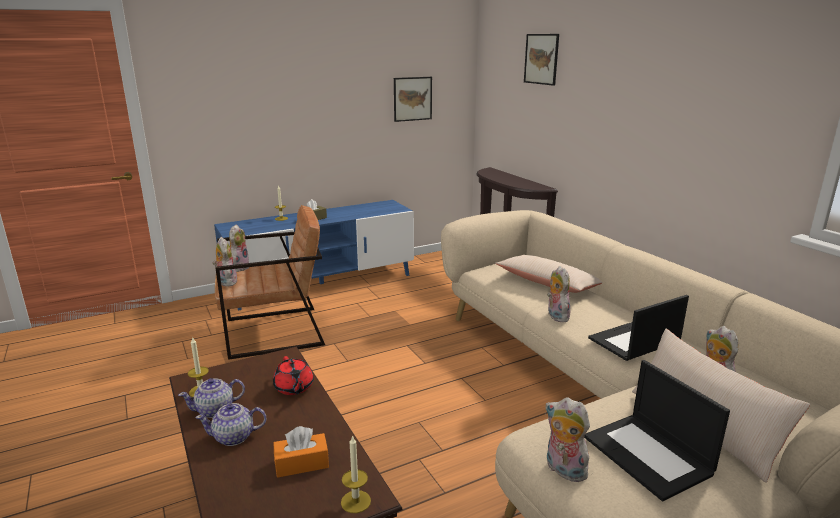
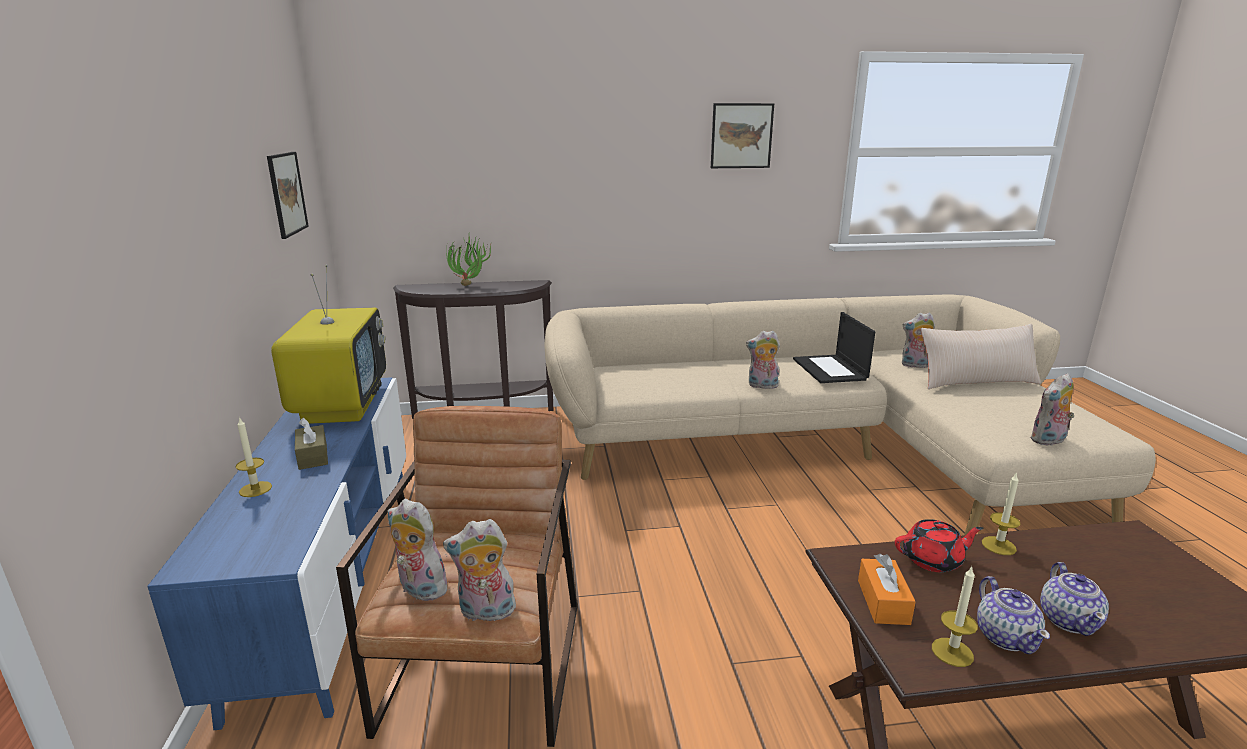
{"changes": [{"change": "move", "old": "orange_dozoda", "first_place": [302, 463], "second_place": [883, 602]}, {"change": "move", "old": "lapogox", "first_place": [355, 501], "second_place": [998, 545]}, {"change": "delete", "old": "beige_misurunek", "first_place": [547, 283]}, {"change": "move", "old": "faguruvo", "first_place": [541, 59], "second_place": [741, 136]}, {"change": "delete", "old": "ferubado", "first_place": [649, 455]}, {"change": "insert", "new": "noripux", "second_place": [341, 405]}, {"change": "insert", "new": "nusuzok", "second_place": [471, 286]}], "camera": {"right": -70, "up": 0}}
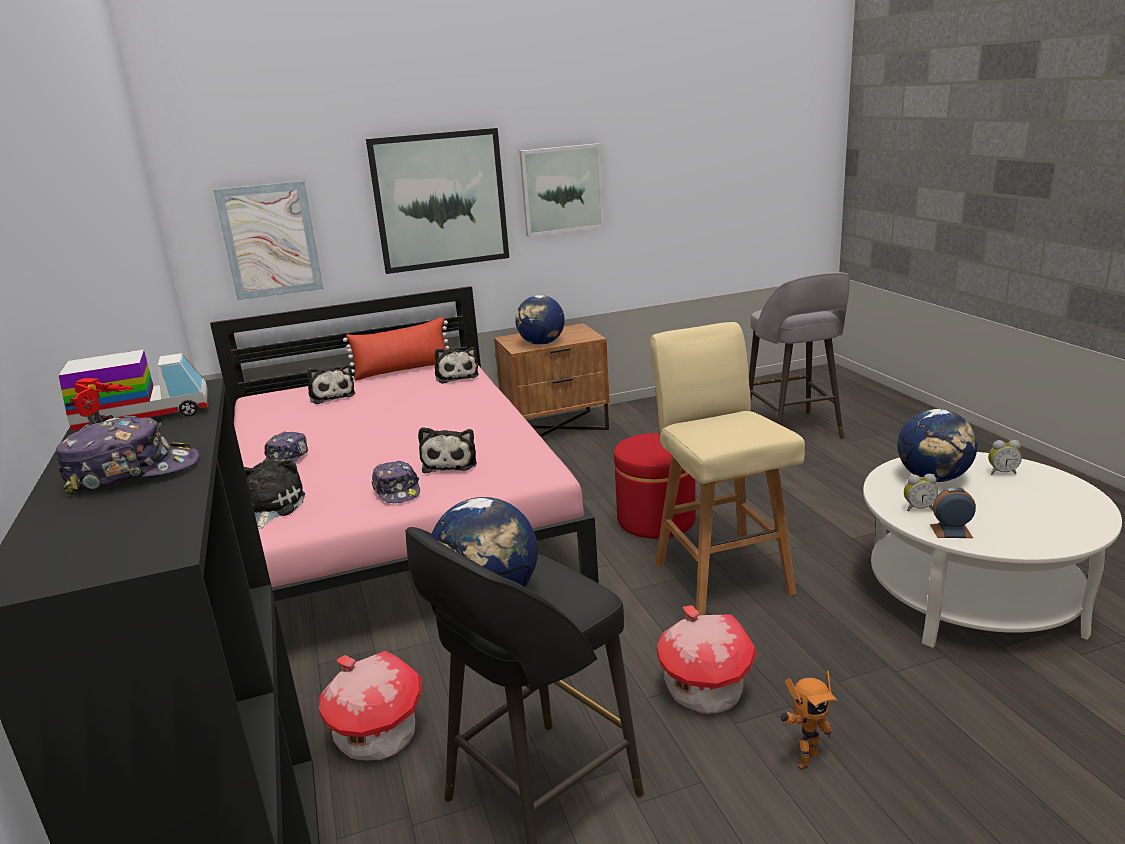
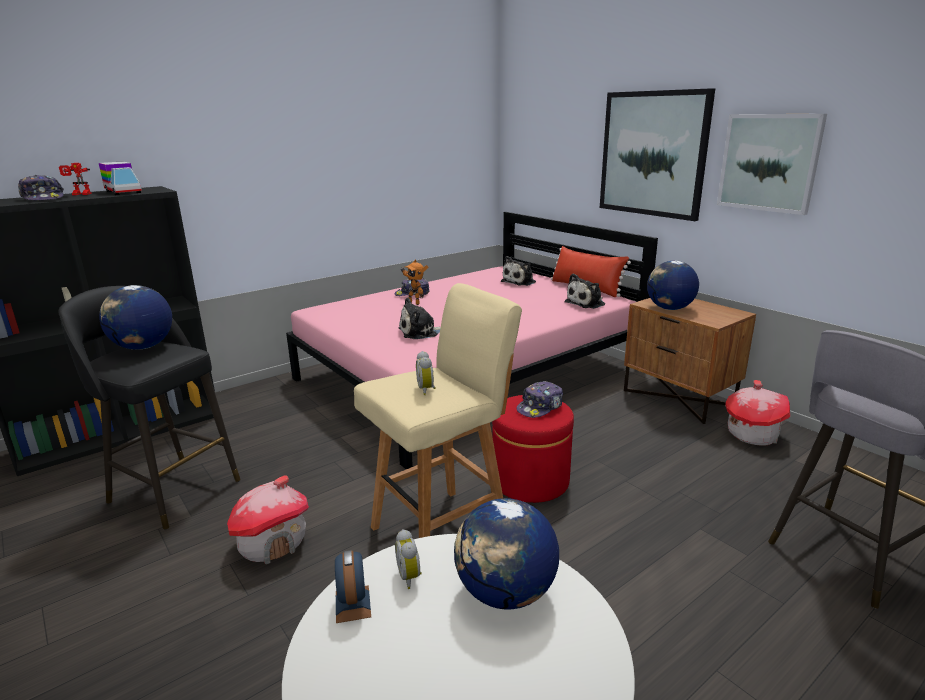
{"changes": [{"change": "delete", "old": "faguruvo", "first_place": [270, 240]}, {"change": "delete", "old": "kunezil", "first_place": [271, 507]}, {"change": "move", "old": "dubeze", "first_place": [376, 735], "second_place": [752, 434]}, {"change": "move", "old": "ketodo", "first_place": [397, 491], "second_place": [540, 407]}, {"change": "move", "old": "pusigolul", "first_place": [803, 759], "second_place": [414, 303]}, {"change": "move", "old": "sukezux", "first_place": [1001, 472], "second_place": [427, 389]}], "camera": {"right": 70, "up": 0}}
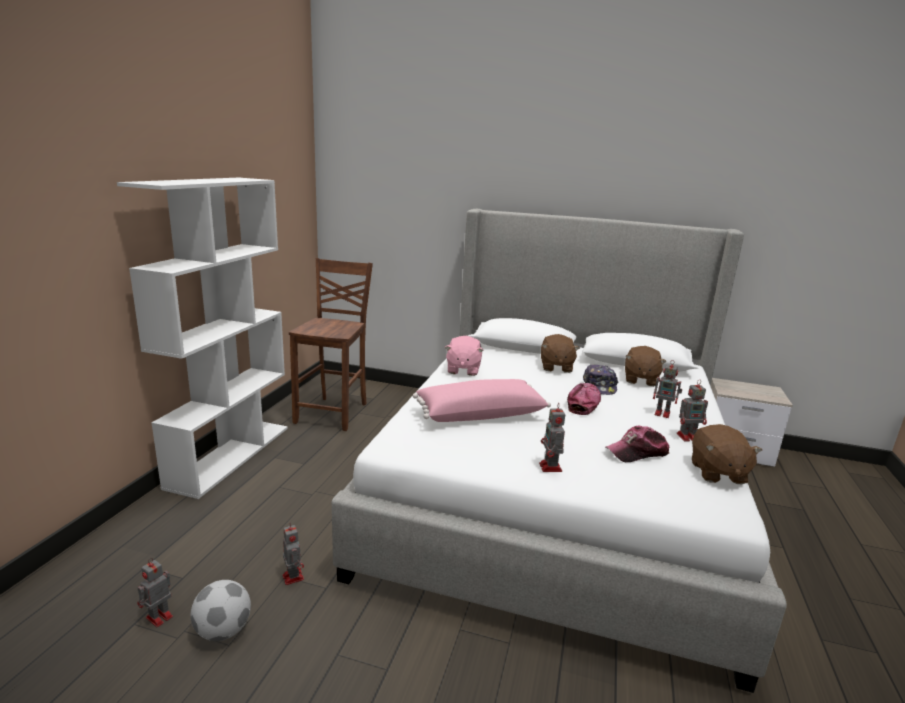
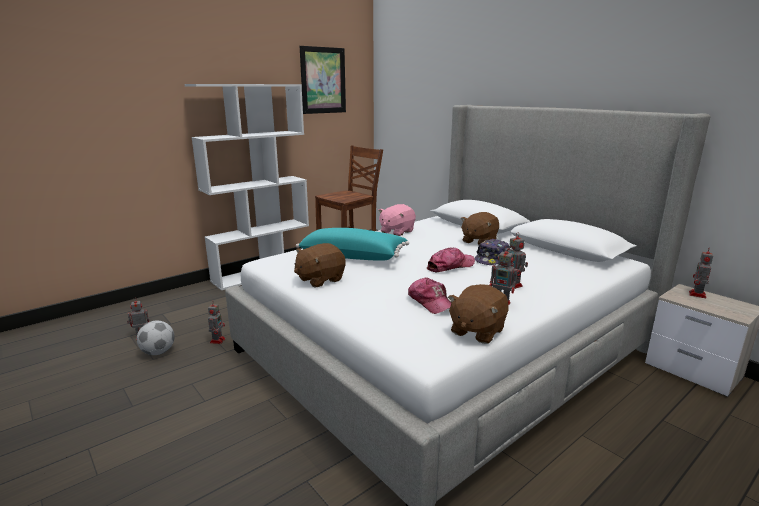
{"changes": [{"change": "recolor", "old": "pink_misurunek", "new": "turquoise_misurunek", "first_place": [479, 414], "second_place": [353, 256]}, {"change": "move", "old": "pusigolul", "first_place": [550, 468], "second_place": [697, 295]}, {"change": "rotate", "old": "ketodo", "first_place": [637, 452], "second_place": [431, 302], "degrees": -135}, {"change": "move", "old": "brown_kunezil", "first_place": [640, 379], "second_place": [320, 279]}, {"change": "insert", "new": "faguruvo", "second_place": [323, 80]}], "camera": {"right": 35, "up": 0}}
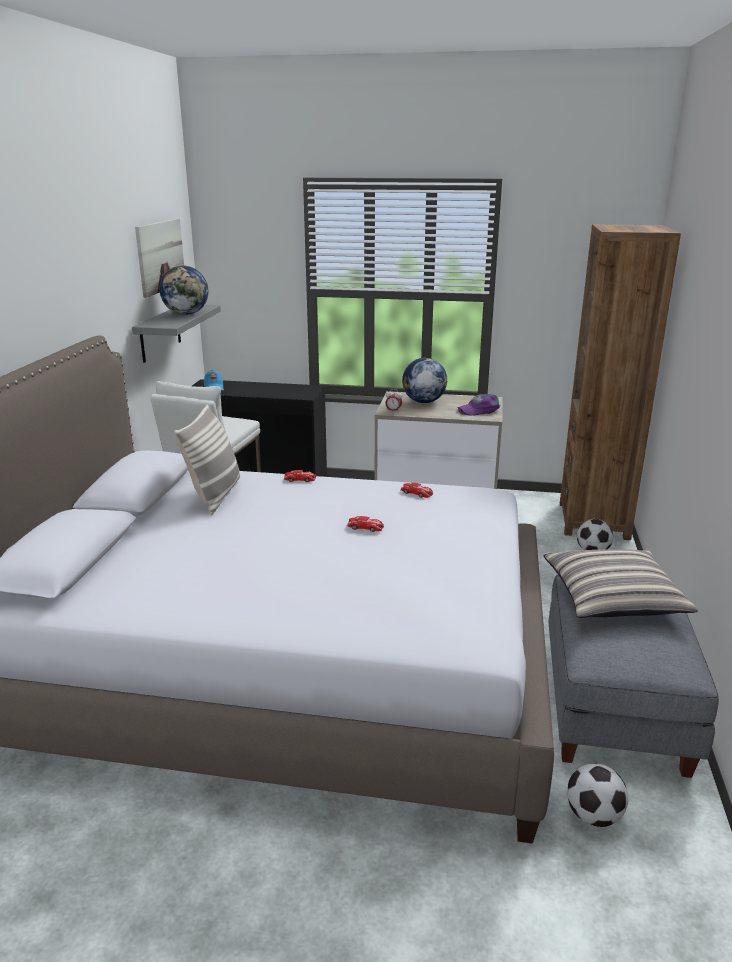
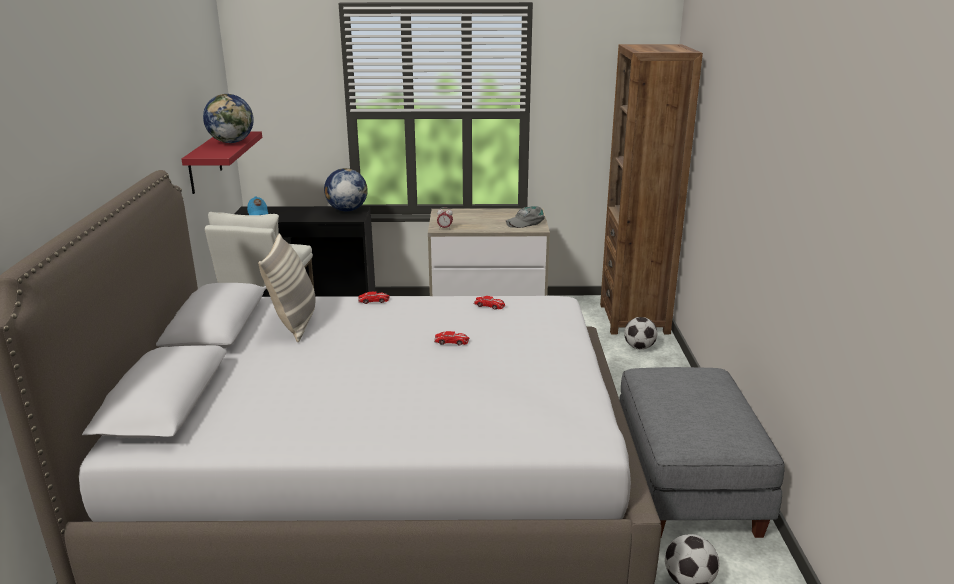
{"changes": [{"change": "recolor", "old": "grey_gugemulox", "new": "red_gugemulox", "first_place": [160, 333], "second_place": [204, 162]}, {"change": "delete", "old": "faguruvo", "first_place": [160, 256]}, {"change": "move", "old": "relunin", "first_place": [423, 402], "second_place": [347, 210]}, {"change": "recolor", "old": "purple_ketodo", "new": "grey_ketodo", "first_place": [479, 410], "second_place": [525, 222]}, {"change": "delete", "old": "misurunek", "first_place": [613, 597]}], "camera": {"right": -10, "up": 0}}
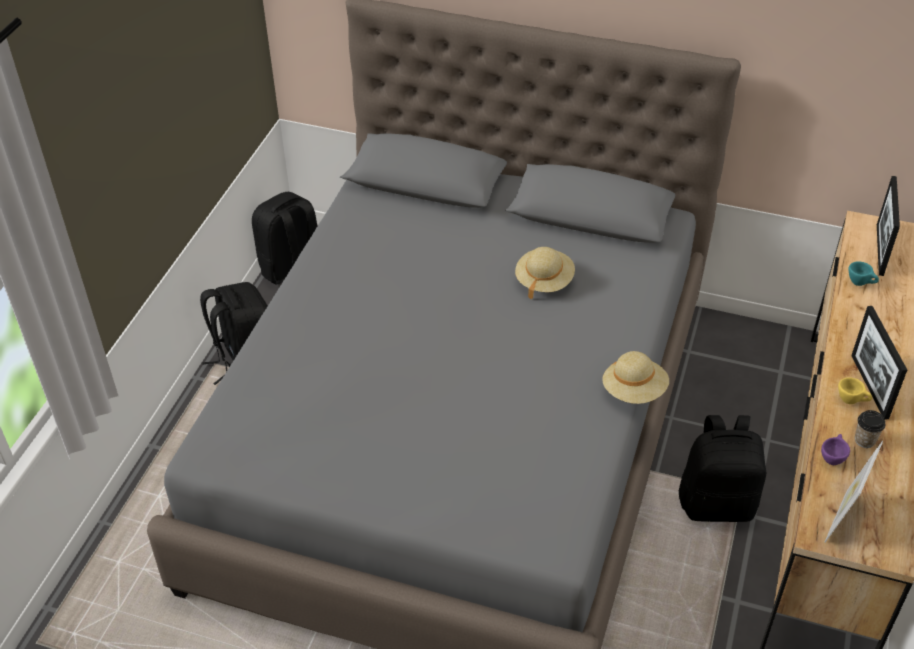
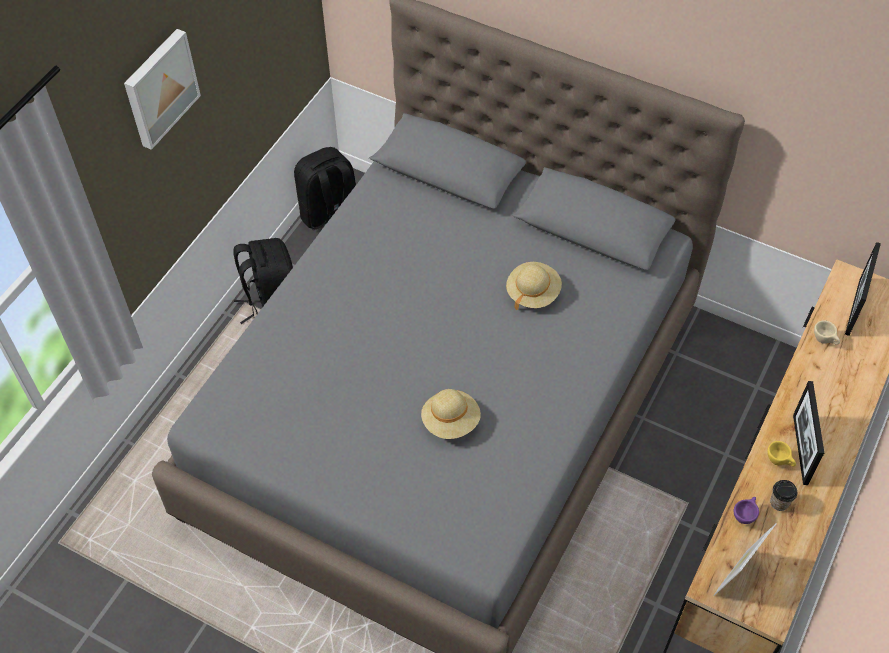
{"changes": [{"change": "move", "old": "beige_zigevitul", "first_place": [634, 391], "second_place": [451, 421]}, {"change": "delete", "old": "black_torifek", "first_place": [717, 503]}, {"change": "recolor", "old": "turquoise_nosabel", "new": "beige_nosabel", "first_place": [860, 283], "second_place": [824, 340]}, {"change": "insert", "new": "faguruvo", "second_place": [159, 88]}], "camera": {"right": 10, "up": 10}}
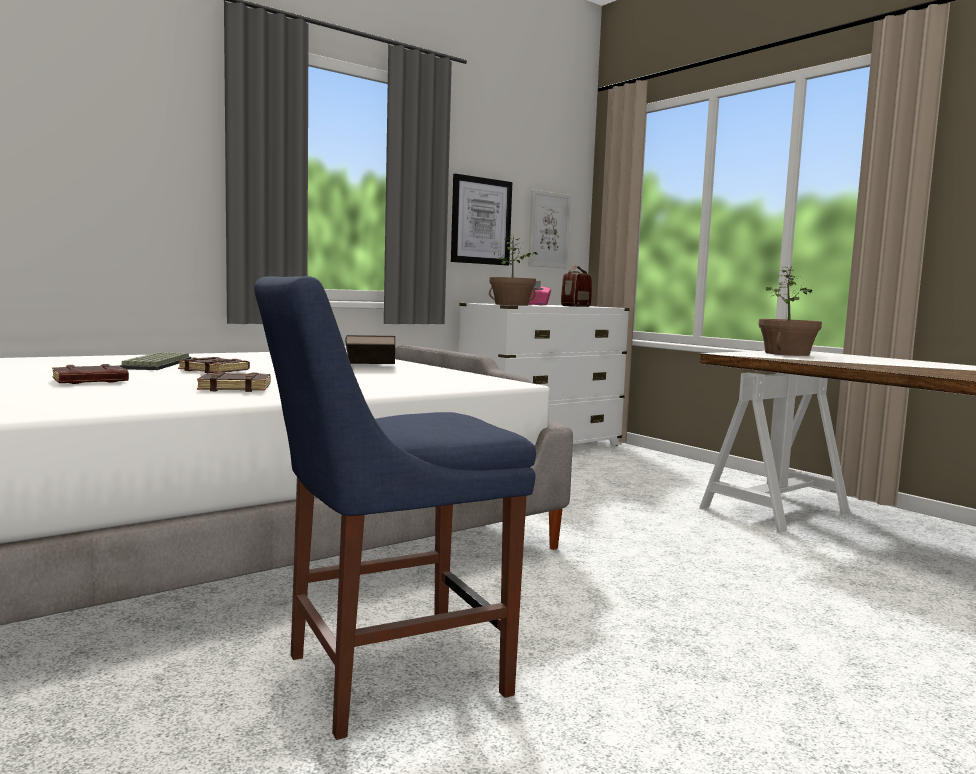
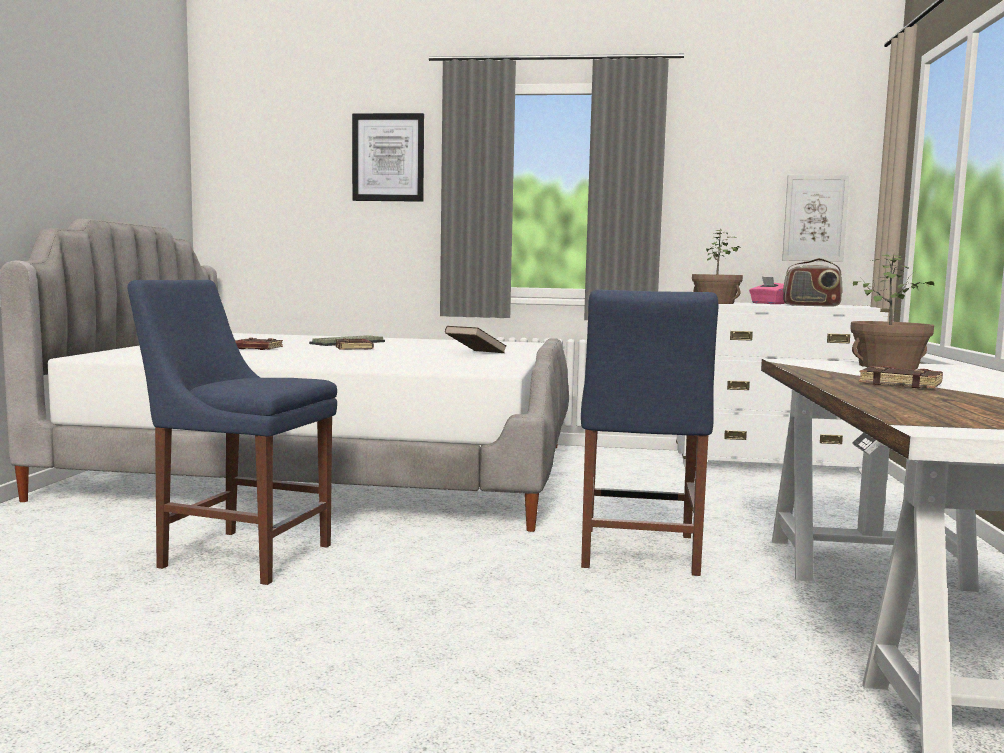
{"changes": [{"change": "move", "old": "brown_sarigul", "first_place": [236, 388], "second_place": [901, 384]}, {"change": "move", "old": "faguruvo", "first_place": [481, 221], "second_place": [388, 157]}, {"change": "rotate", "old": "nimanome", "first_place": [575, 306], "second_place": [811, 305], "degrees": -150}, {"change": "insert", "new": "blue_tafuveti", "second_place": [637, 553]}], "camera": {"right": 45, "up": 0}}
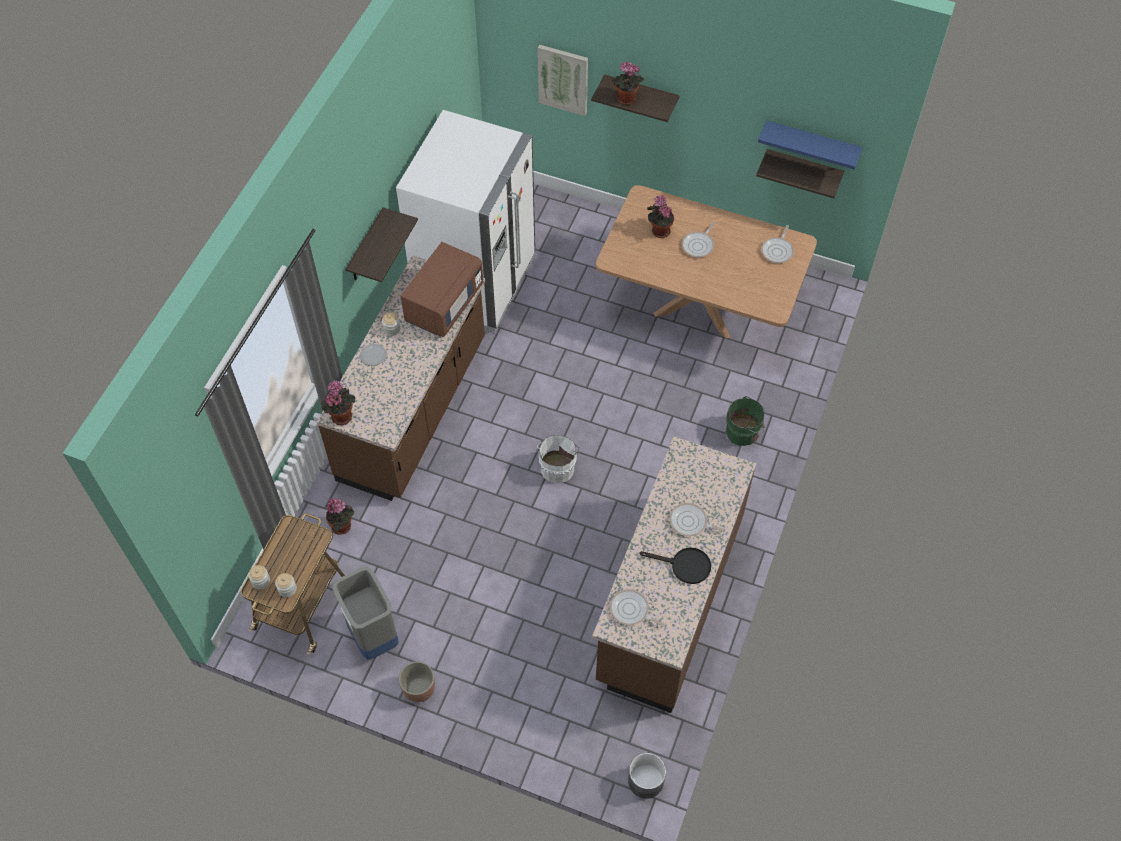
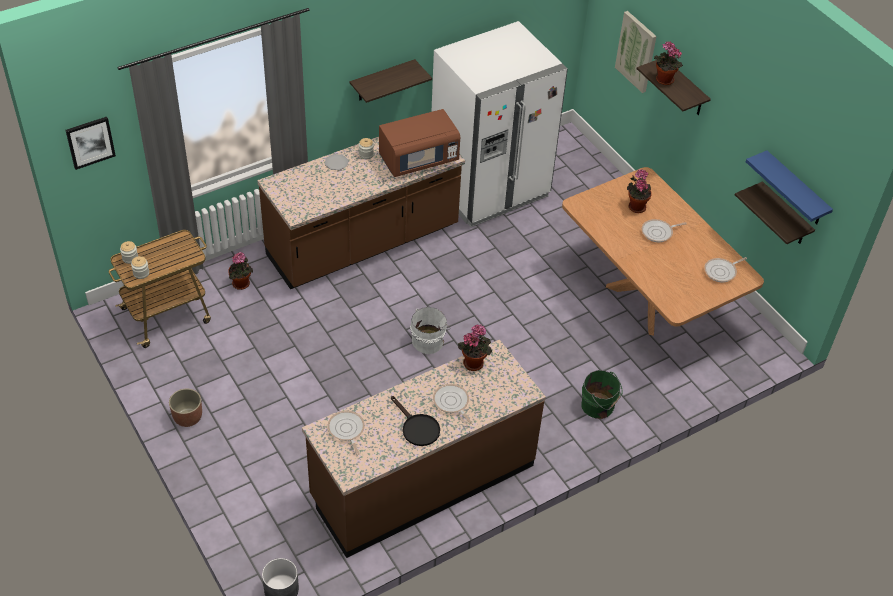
{"changes": [{"change": "move", "old": "nusuzok", "first_place": [341, 415], "second_place": [474, 362]}, {"change": "delete", "old": "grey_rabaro", "first_place": [373, 637]}, {"change": "insert", "new": "faguruvo", "second_place": [90, 142]}], "camera": {"right": 35, "up": -10}}
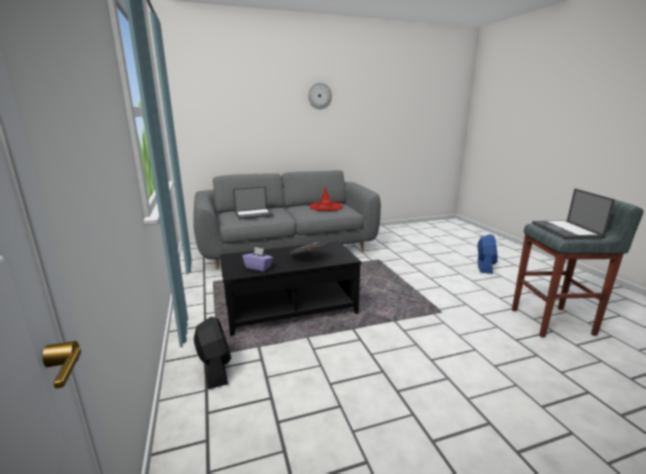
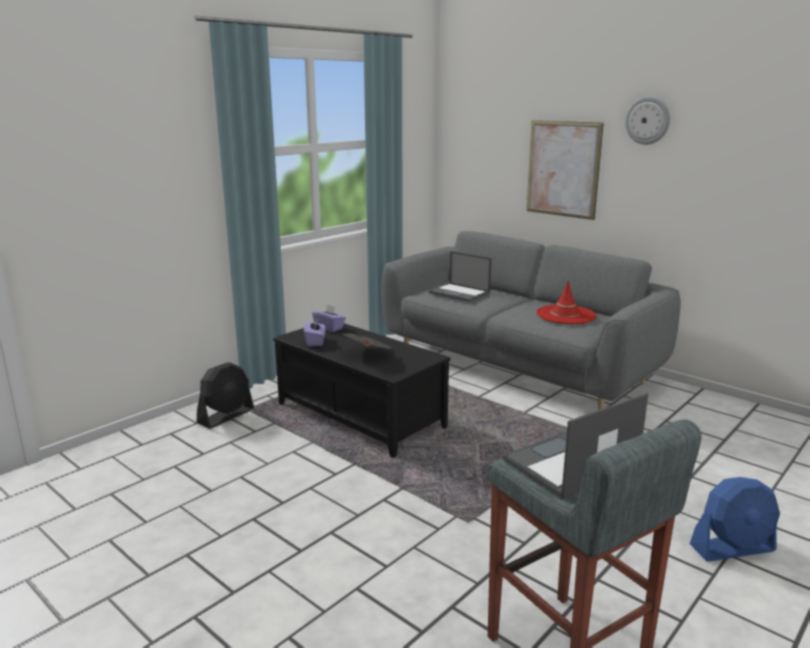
{"changes": [{"change": "insert", "new": "purple_dozoda", "second_place": [329, 328]}, {"change": "insert", "new": "faguruvo", "second_place": [563, 169]}], "camera": {"right": 60, "up": 0}}
